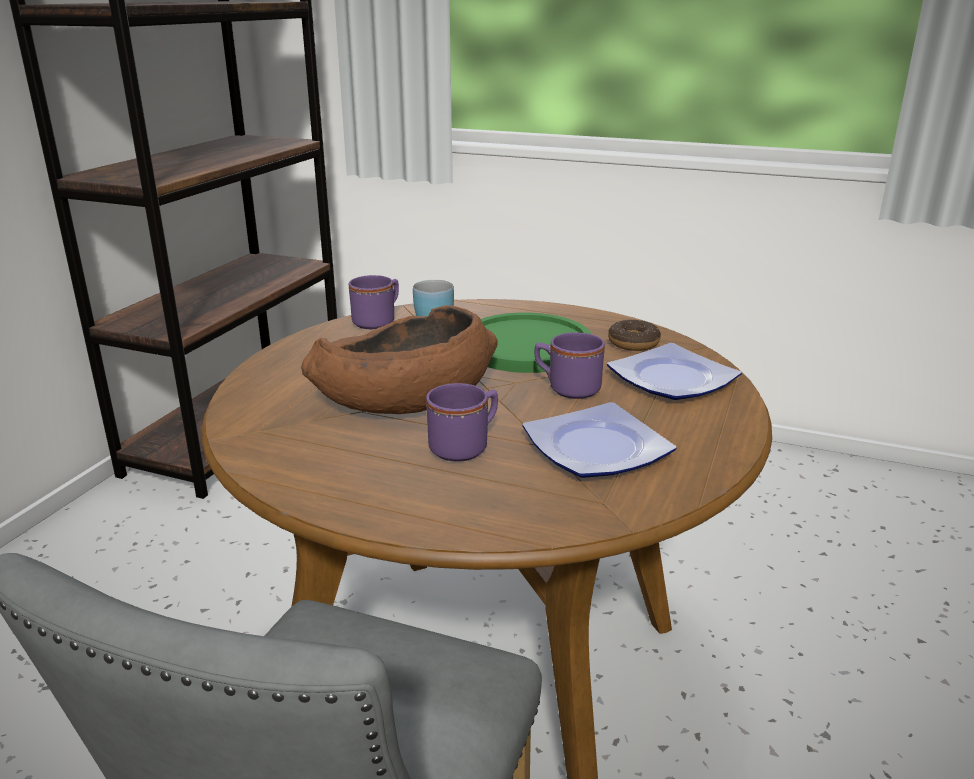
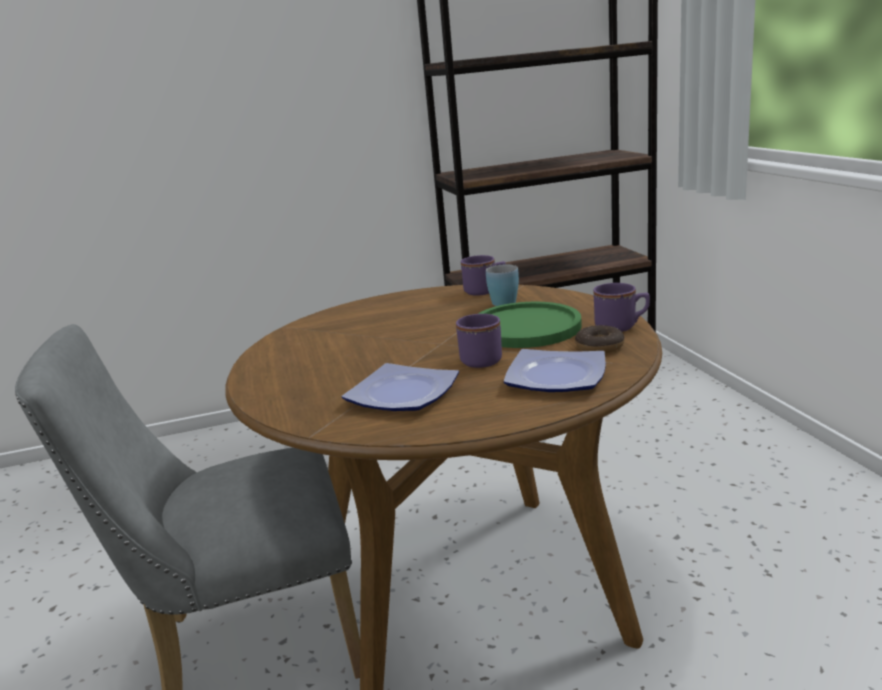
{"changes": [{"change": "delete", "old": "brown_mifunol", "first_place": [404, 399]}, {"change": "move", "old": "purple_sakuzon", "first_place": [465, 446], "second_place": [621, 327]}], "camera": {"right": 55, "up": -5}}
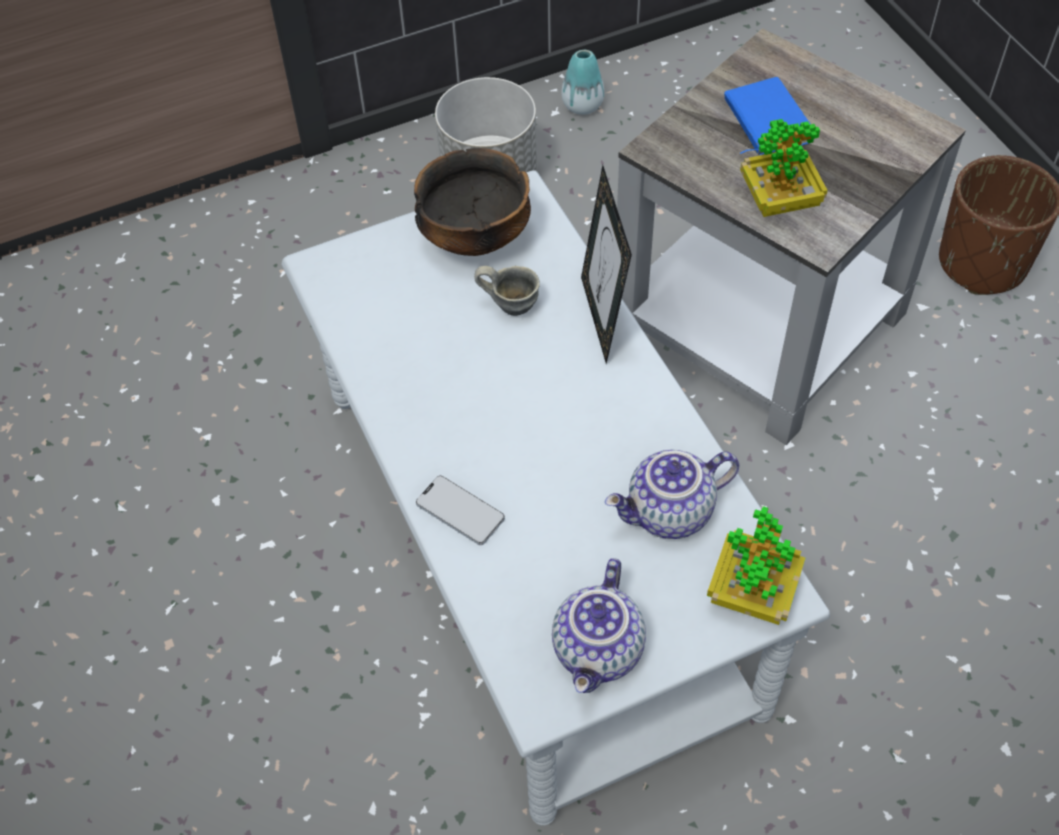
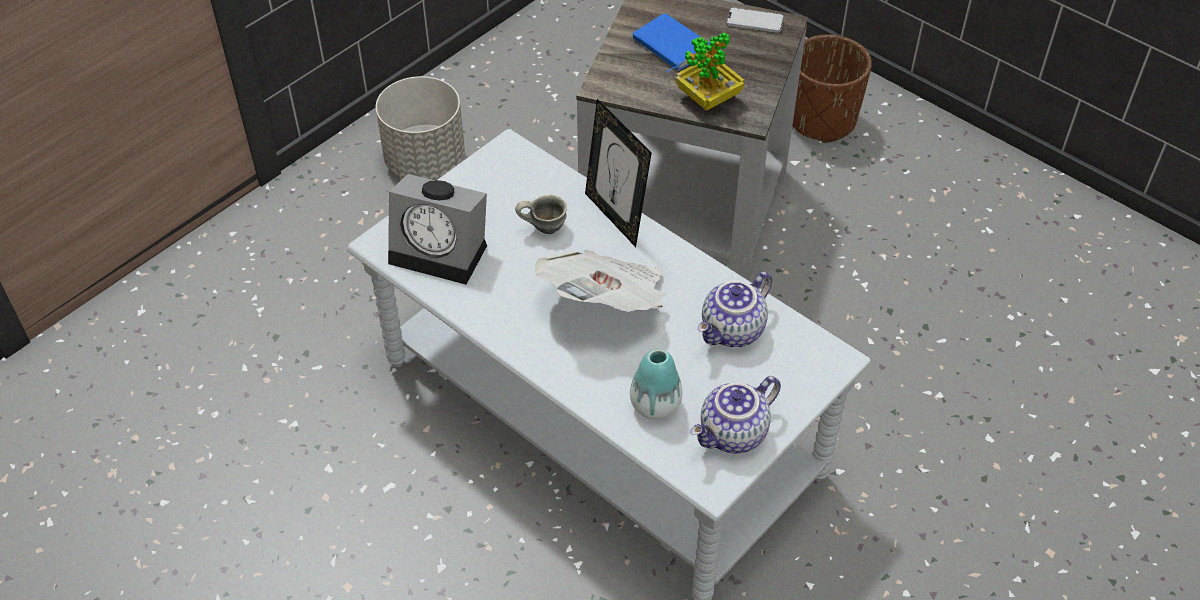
{"changes": [{"change": "delete", "old": "mifunol", "first_place": [475, 237]}, {"change": "move", "old": "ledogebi", "first_place": [460, 511], "second_place": [755, 21]}, {"change": "rotate", "old": "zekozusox", "first_place": [600, 651], "second_place": [734, 435], "degrees": 60}, {"change": "move", "old": "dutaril", "first_place": [582, 105], "second_place": [655, 405]}, {"change": "delete", "old": "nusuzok", "first_place": [752, 593]}, {"change": "insert", "new": "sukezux", "second_place": [443, 251]}, {"change": "insert", "new": "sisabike", "second_place": [607, 302]}], "camera": {"right": -25, "up": -5}}
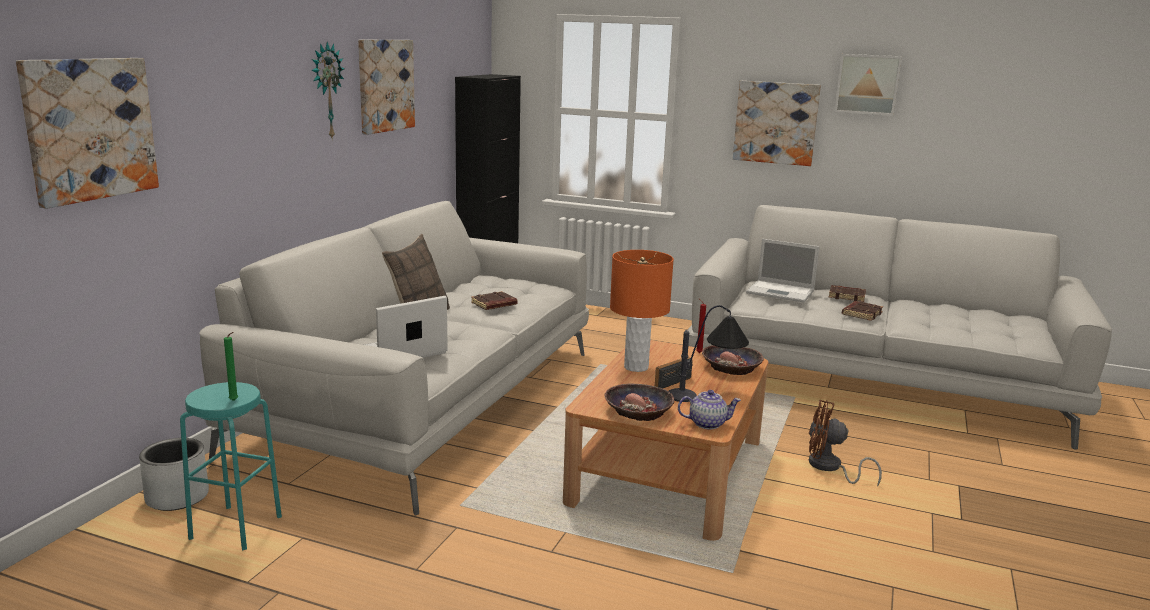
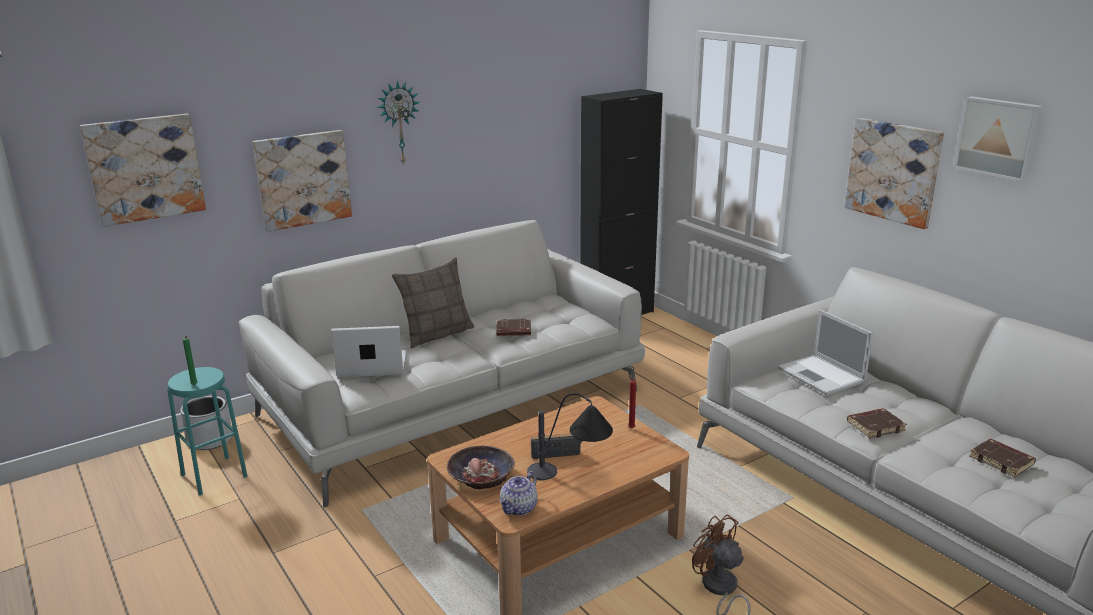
{"changes": [{"change": "move", "old": "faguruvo", "first_place": [385, 85], "second_place": [303, 179]}, {"change": "delete", "old": "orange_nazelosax", "first_place": [636, 367]}, {"change": "rotate", "old": "zekozusox", "first_place": [707, 423], "second_place": [519, 508], "degrees": 90}, {"change": "delete", "old": "mifunol", "first_place": [731, 367]}, {"change": "move", "old": "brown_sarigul", "first_place": [847, 296], "second_place": [1002, 461]}], "camera": {"right": 35, "up": 5}}
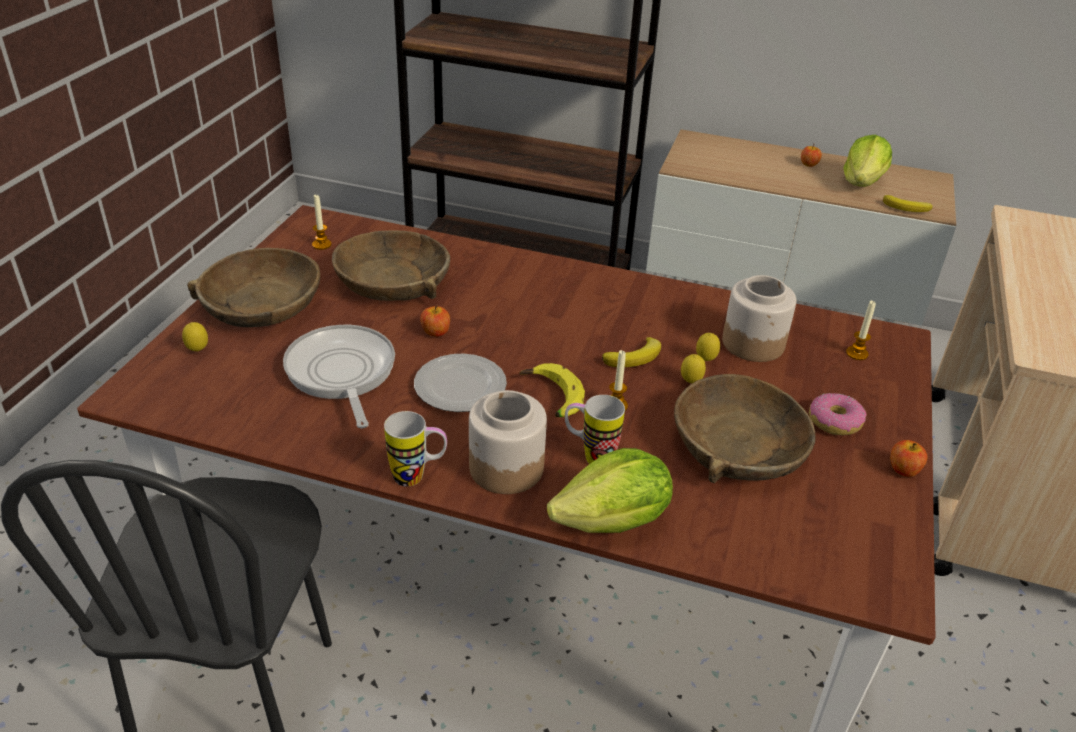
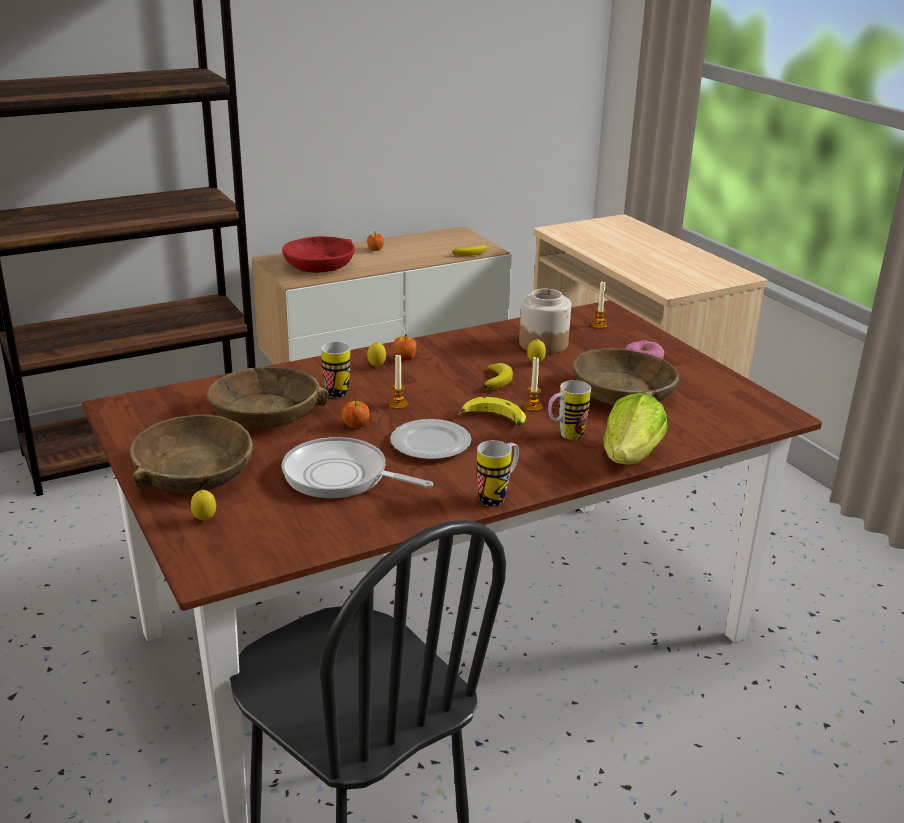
{"changes": [{"change": "move", "old": "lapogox", "first_place": [321, 244], "second_place": [398, 405]}, {"change": "delete", "old": "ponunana", "first_place": [506, 467]}, {"change": "move", "old": "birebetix", "first_place": [690, 382], "second_place": [376, 367]}, {"change": "delete", "old": "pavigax", "first_place": [862, 182]}, {"change": "move", "old": "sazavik", "first_place": [903, 470], "second_place": [404, 358]}, {"change": "insert", "new": "red_mifunol", "second_place": [319, 265]}, {"change": "insert", "new": "sakuzon", "second_place": [339, 390]}], "camera": {"right": -45, "up": -10}}
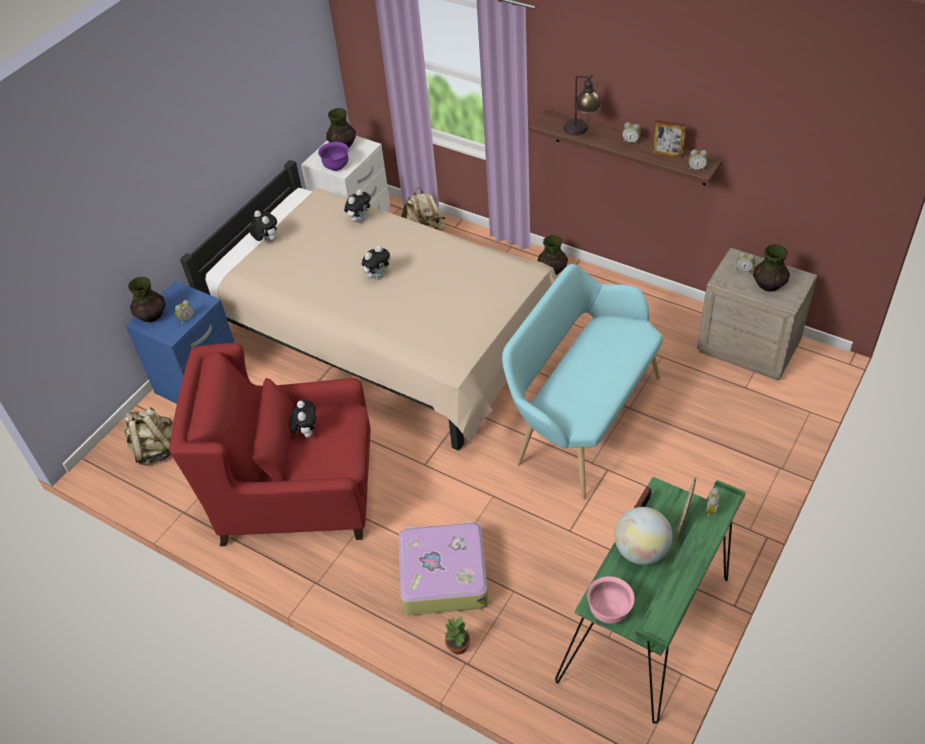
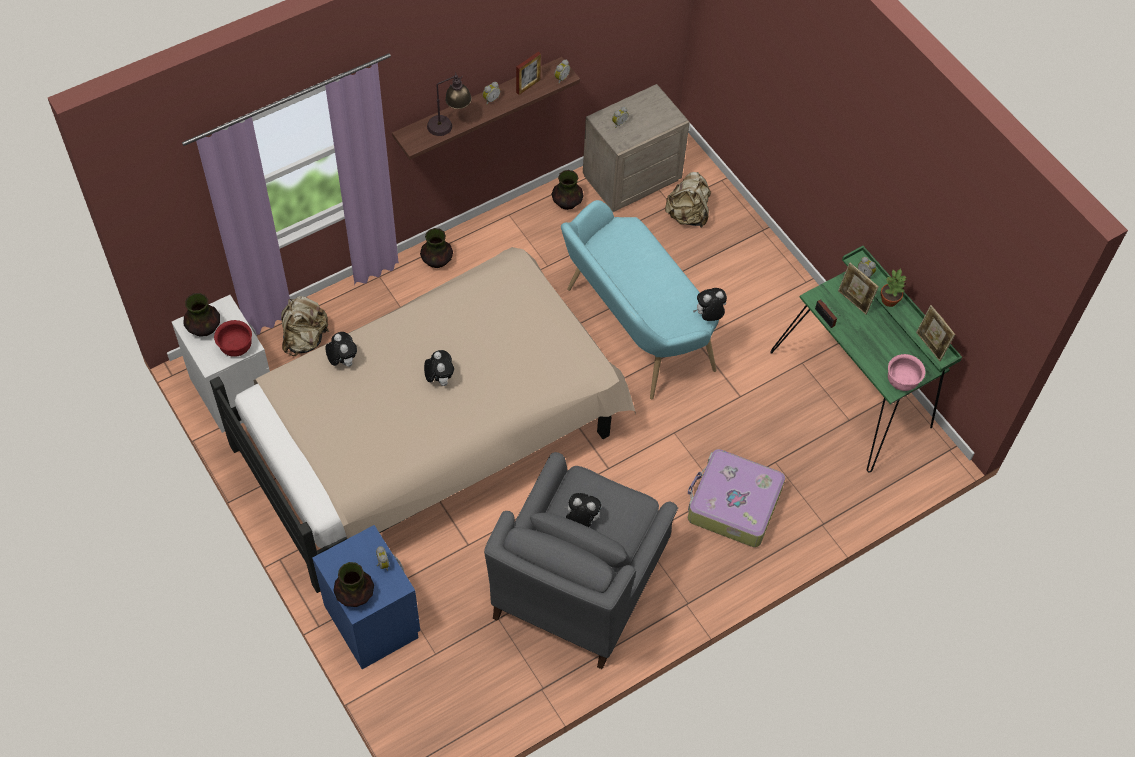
{"changes": [{"change": "move", "old": "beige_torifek", "first_place": [156, 449], "second_place": [687, 215]}, {"change": "recolor", "old": "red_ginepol", "new": "grey_ginepol", "first_place": [297, 493], "second_place": [578, 582]}, {"change": "move", "old": "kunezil", "first_place": [266, 240], "second_place": [709, 316]}, {"change": "recolor", "old": "purple_mifunol", "new": "red_mifunol", "first_place": [336, 166], "second_place": [236, 347]}, {"change": "move", "old": "nusuzok", "first_place": [458, 646], "second_place": [889, 300]}, {"change": "delete", "old": "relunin", "first_place": [641, 551]}, {"change": "move", "old": "dutaril", "first_place": [768, 285], "second_place": [566, 203]}, {"change": "insert", "new": "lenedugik", "second_place": [930, 346]}], "camera": {"right": -70, "up": 10}}
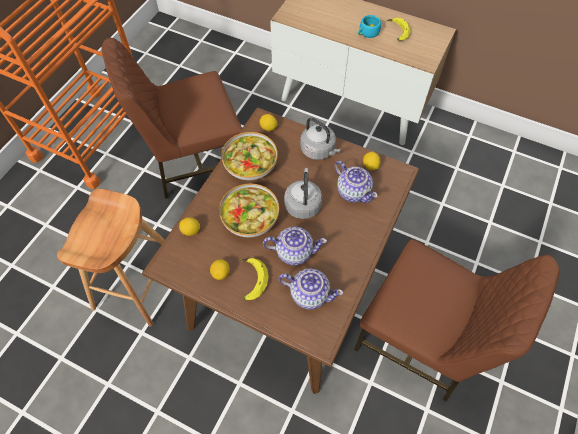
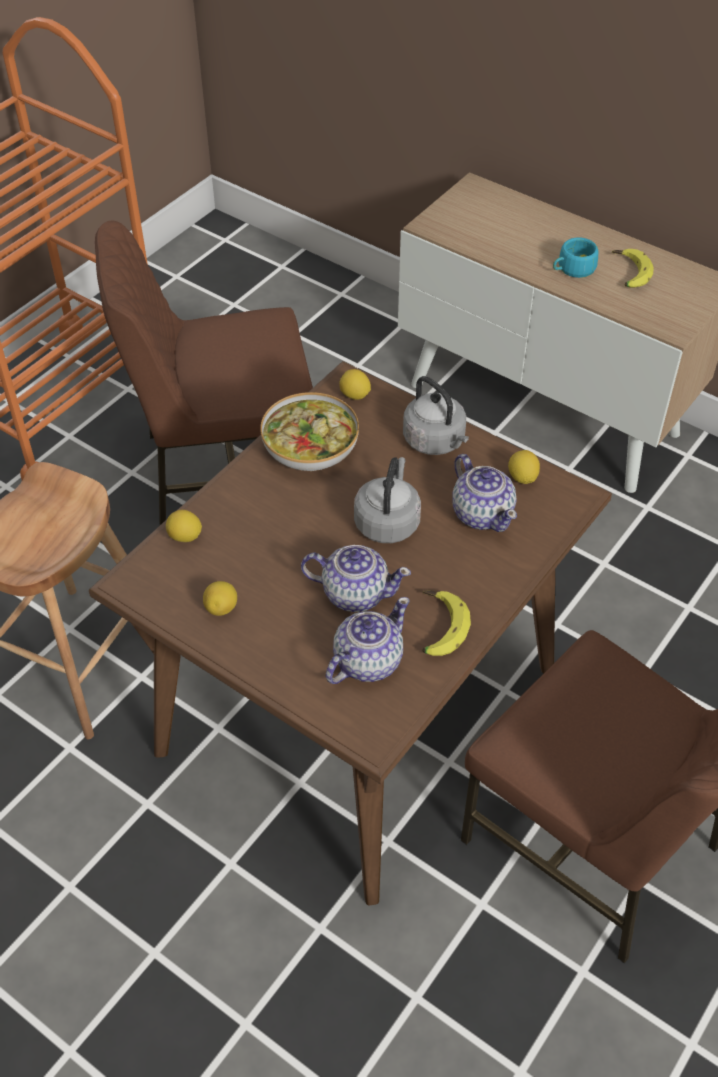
{"changes": [{"change": "delete", "old": "mifunol", "first_place": [250, 217]}, {"change": "move", "old": "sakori", "first_place": [250, 280], "second_place": [437, 628]}, {"change": "rotate", "old": "zekozusox", "first_place": [309, 294], "second_place": [366, 661], "degrees": -75}], "camera": {"right": 10, "up": -10}}
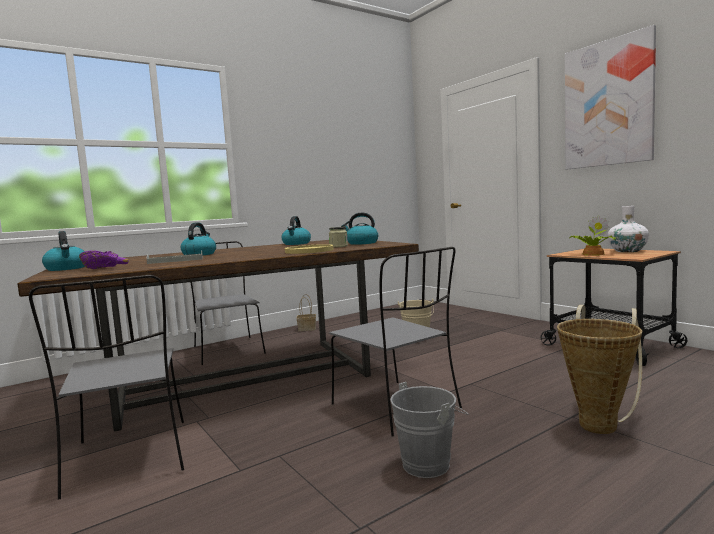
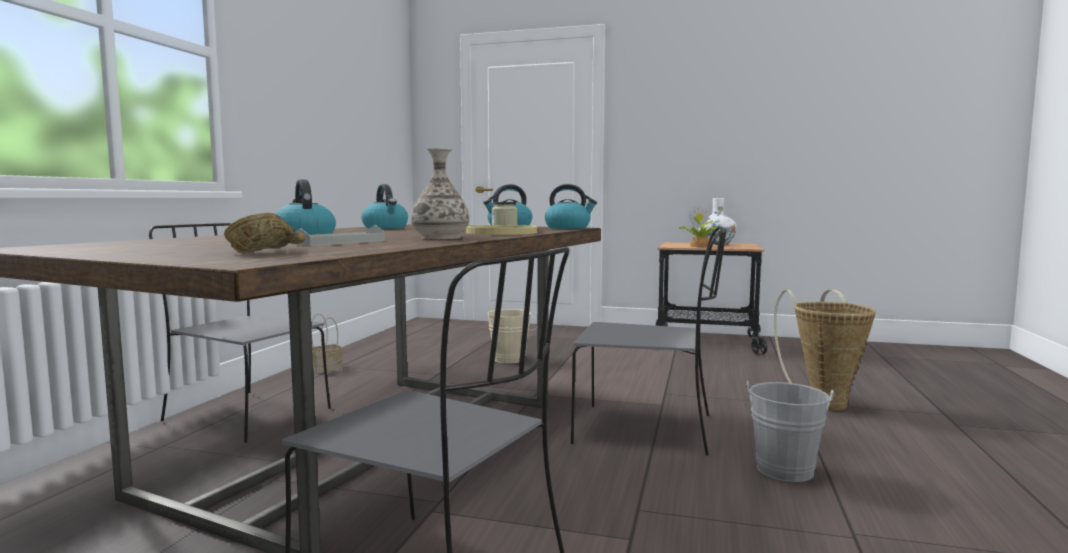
{"changes": [{"change": "move", "old": "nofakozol", "first_place": [67, 268], "second_place": [568, 228]}, {"change": "recolor", "old": "purple_mifunol", "new": "brown_mifunol", "first_place": [105, 268], "second_place": [268, 251]}, {"change": "delete", "old": "faguruvo", "first_place": [608, 104]}, {"change": "insert", "new": "dutaril", "second_place": [441, 238]}], "camera": {"right": -40, "up": 0}}
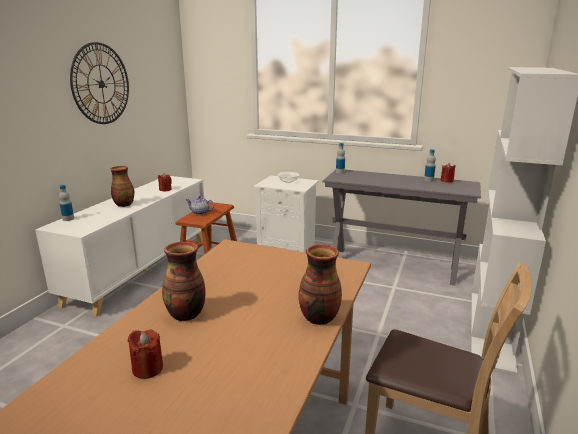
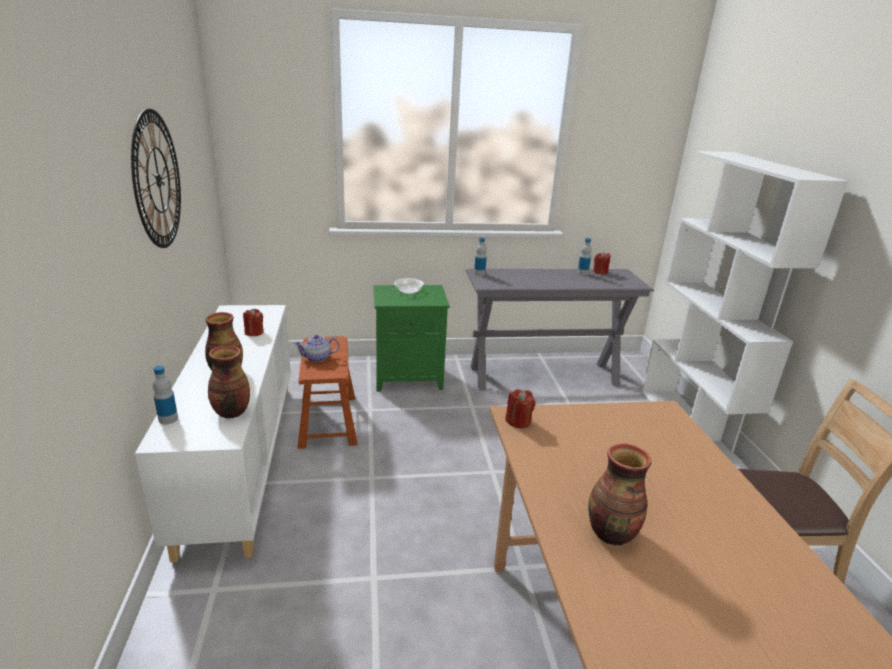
{"changes": [{"change": "move", "old": "red_lapogox", "first_place": [147, 368], "second_place": [518, 421]}, {"change": "recolor", "old": "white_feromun", "new": "green_feromun", "first_place": [288, 247], "second_place": [409, 377]}, {"change": "move", "old": "dutaril", "first_place": [318, 318], "second_place": [231, 412]}], "camera": {"right": -30, "up": 5}}
